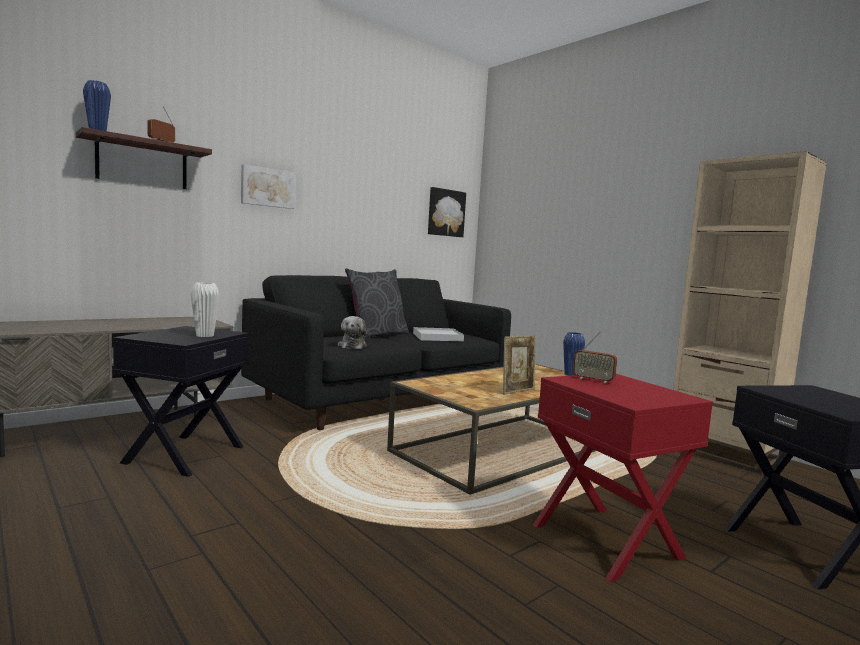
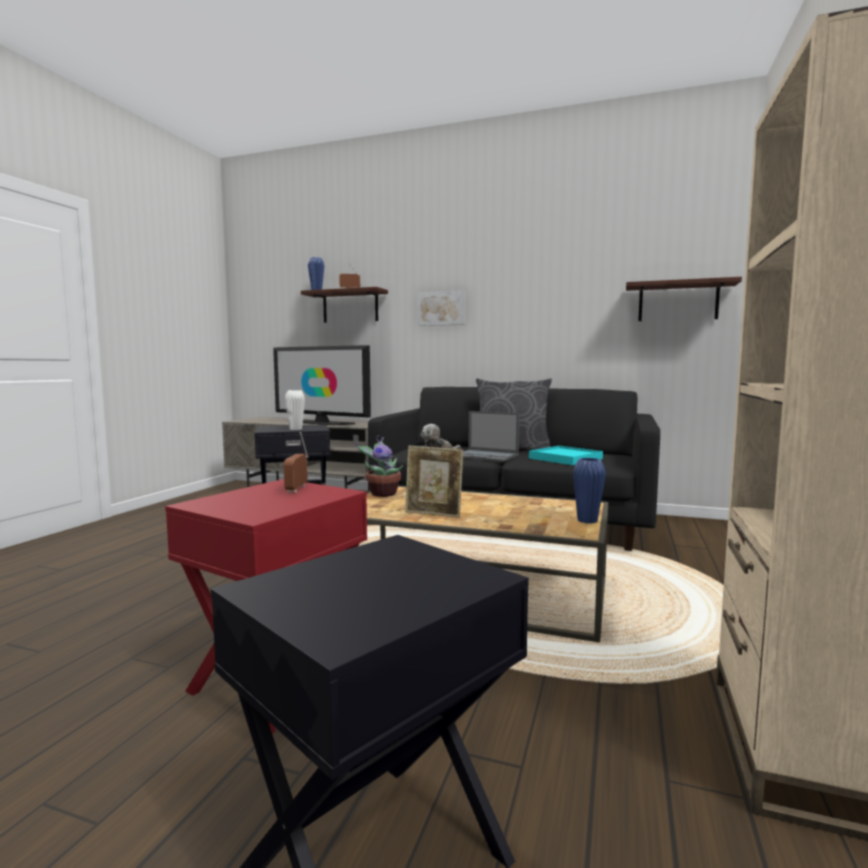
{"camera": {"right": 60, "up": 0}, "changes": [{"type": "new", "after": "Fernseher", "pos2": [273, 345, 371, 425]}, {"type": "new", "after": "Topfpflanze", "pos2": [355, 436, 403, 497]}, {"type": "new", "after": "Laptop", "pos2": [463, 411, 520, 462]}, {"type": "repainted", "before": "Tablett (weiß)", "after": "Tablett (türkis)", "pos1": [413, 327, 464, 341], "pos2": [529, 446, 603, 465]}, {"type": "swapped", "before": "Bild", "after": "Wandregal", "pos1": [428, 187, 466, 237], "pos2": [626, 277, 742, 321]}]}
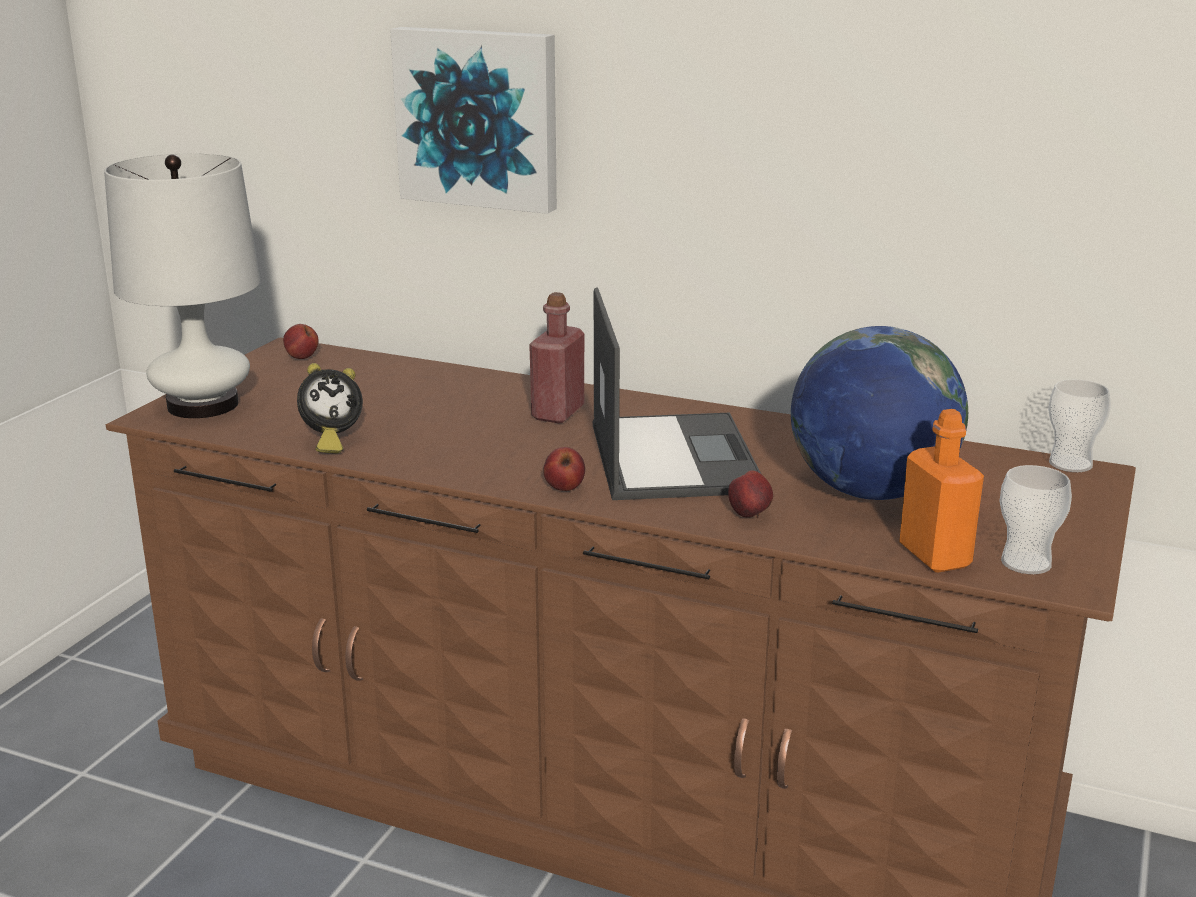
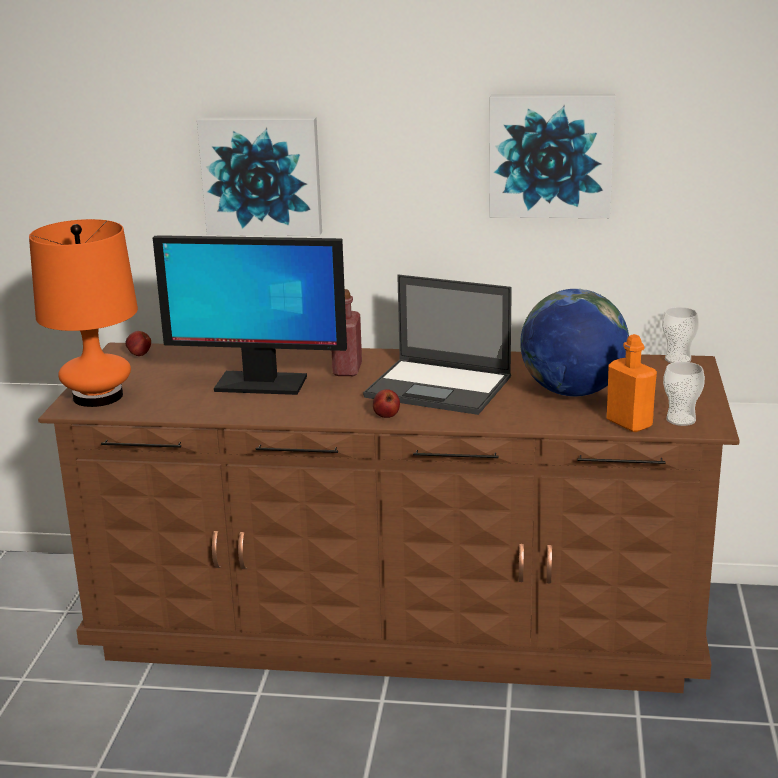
{"camera": {"right": -15, "up": 0}, "changes": [{"type": "repainted", "before": "Tischlampe (weiß)", "after": "Tischlampe (orange)", "pos1": [104, 153, 261, 418], "pos2": [29, 219, 138, 407]}, {"type": "new", "after": "Monitor", "pos2": [153, 235, 347, 395]}, {"type": "rotated", "before": "Laptop", "pos1": [593, 288, 761, 500], "pos2": [363, 274, 512, 415], "turn": 135}, {"type": "new", "after": "Bild", "pos2": [489, 94, 615, 218]}, {"type": "gone", "before": "Wecker", "pos1": [297, 363, 363, 454]}, {"type": "gone", "before": "Apfel", "pos1": [728, 470, 773, 518]}]}
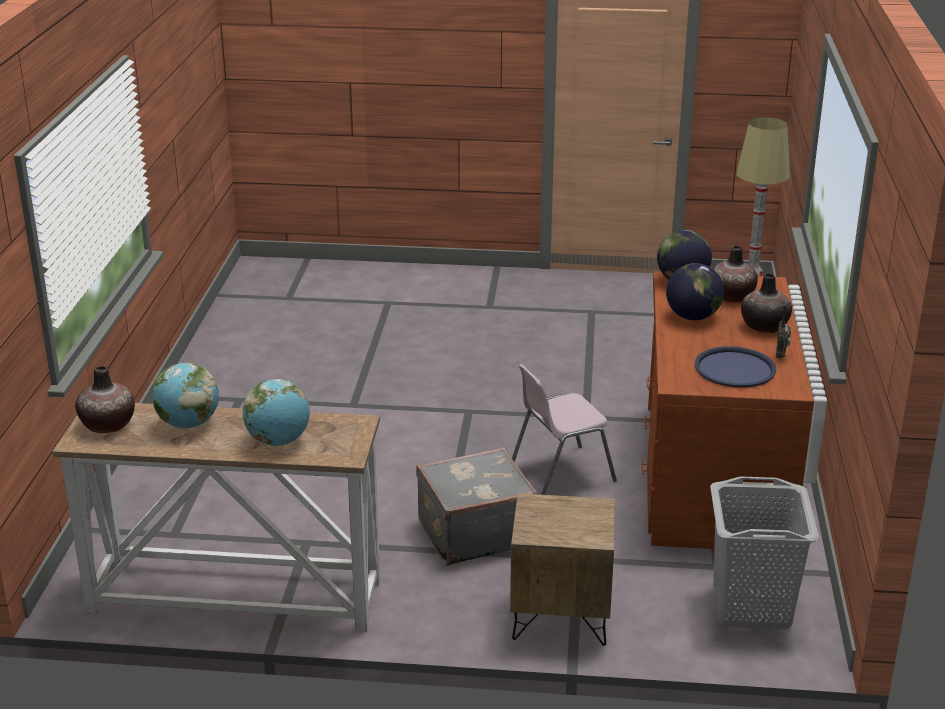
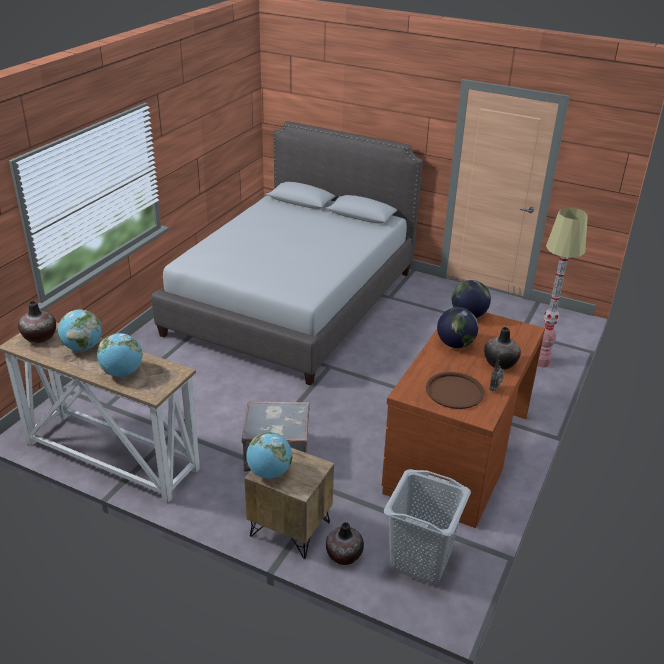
{"camera": {"right": 20, "up": 5}, "changes": [{"type": "new", "after": "Bett (grau)", "pos2": [152, 121, 423, 386]}, {"type": "new", "after": "Globus", "pos2": [246, 432, 292, 479]}, {"type": "shifted", "before": "Vase", "pos1": [713, 245, 758, 303], "pos2": [326, 522, 364, 565]}, {"type": "repainted", "before": "Tablett (blau)", "after": "Tablett (braun)", "pos1": [695, 346, 776, 388], "pos2": [426, 372, 485, 409]}, {"type": "gone", "before": "Stuhl (rosa)", "pos1": [512, 364, 617, 495]}]}
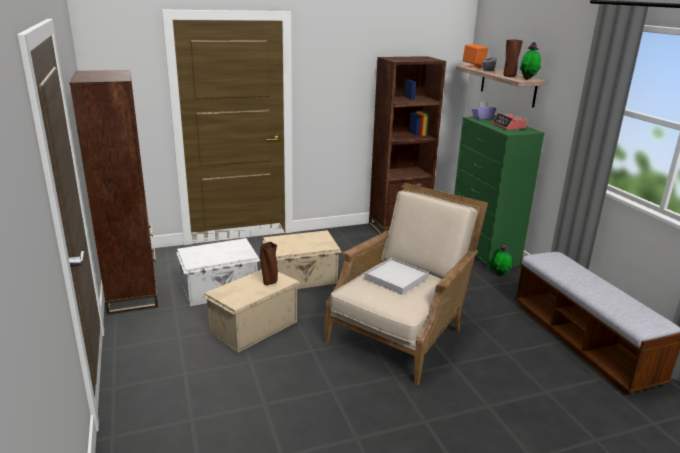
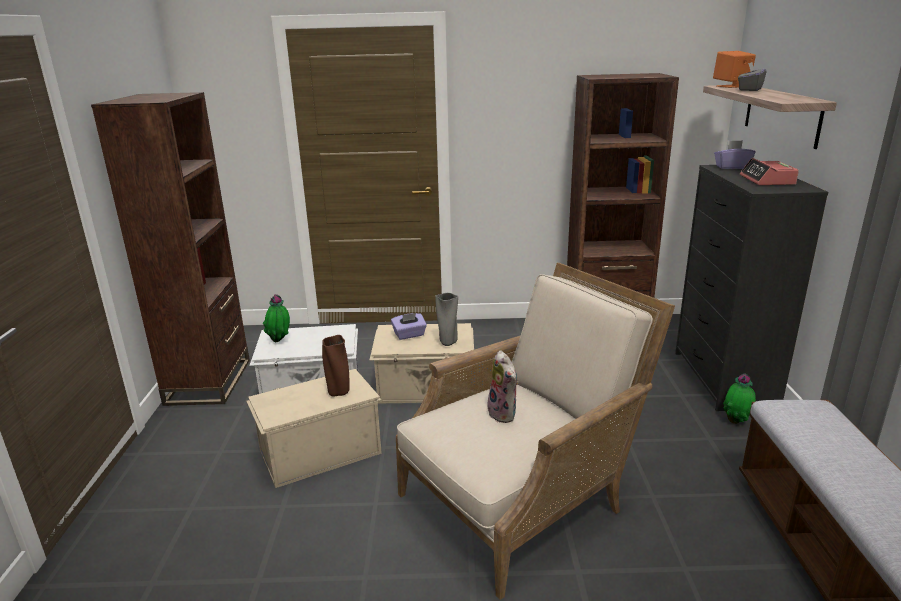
{"camera": {"right": 20, "up": 0}, "changes": [{"type": "shifted", "before": "Topfpflanze", "pos1": [520, 42, 541, 80], "pos2": [263, 294, 290, 342]}, {"type": "new", "after": "Taschentuchbox (lila)", "pos2": [391, 313, 427, 340]}, {"type": "new", "after": "Vase (grau)", "pos2": [435, 293, 458, 346]}, {"type": "swapped", "before": "Tablett (weiß)", "after": "Plüschtier", "pos1": [365, 258, 429, 295], "pos2": [488, 350, 519, 423]}, {"type": "repainted", "before": "Kommode (grün)", "after": "Kommode (schwarz)", "pos1": [454, 115, 545, 270], "pos2": [675, 165, 829, 411]}, {"type": "gone", "before": "Vase (braun)", "pos1": [504, 40, 523, 77]}]}
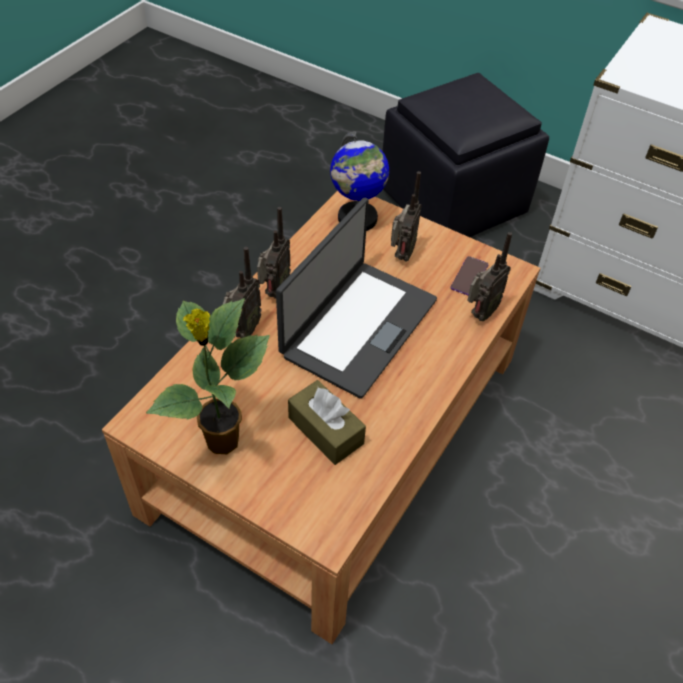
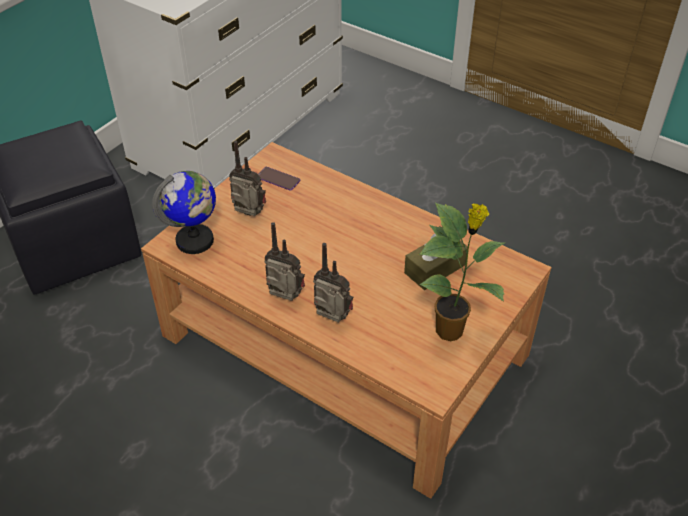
{"camera": {"right": -85, "up": -5}, "changes": [{"type": "gone", "before": "Laptop", "pos1": [276, 198, 437, 399]}, {"type": "gone", "before": "Radio", "pos1": [467, 232, 512, 321]}]}
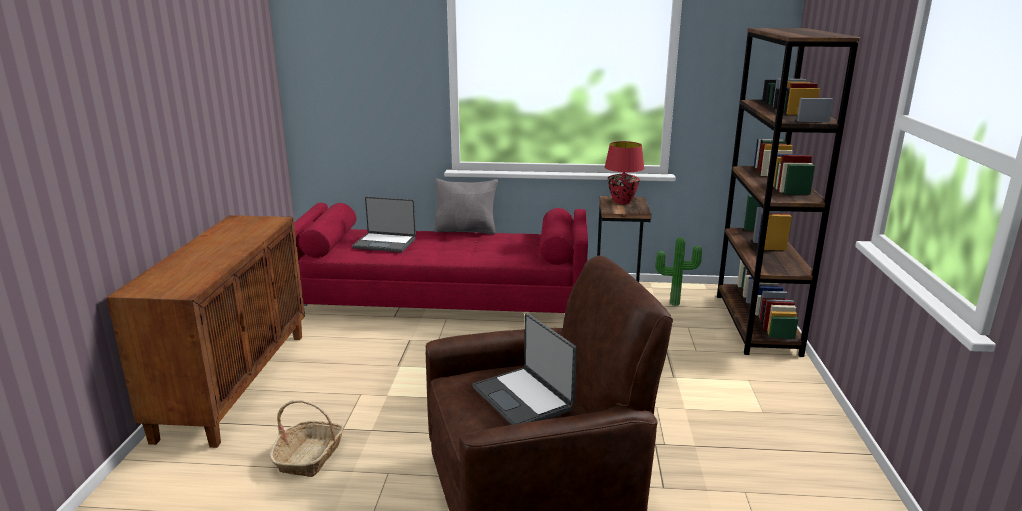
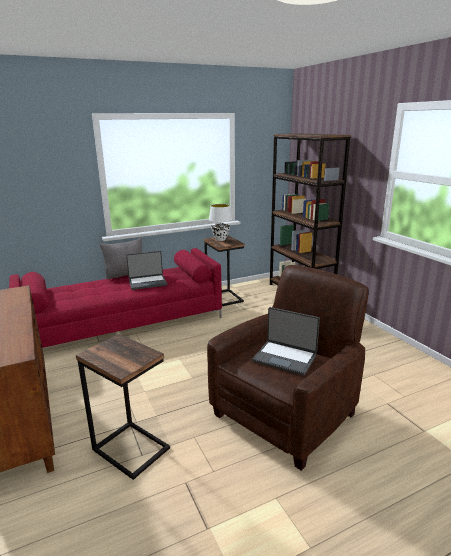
{"camera": {"right": -30, "up": 0}, "changes": [{"type": "swapped", "before": "Korb", "after": "Beistelltisch", "pos1": [270, 400, 344, 477], "pos2": [76, 334, 170, 480]}, {"type": "shifted", "before": "Laptop", "pos1": [352, 196, 416, 252], "pos2": [126, 251, 167, 290]}, {"type": "repainted", "before": "Tischlampe (rot)", "after": "Tischlampe (weiß)", "pos1": [605, 141, 644, 204], "pos2": [209, 204, 232, 241]}, {"type": "gone", "before": "Topfpflanze", "pos1": [655, 237, 702, 306]}]}
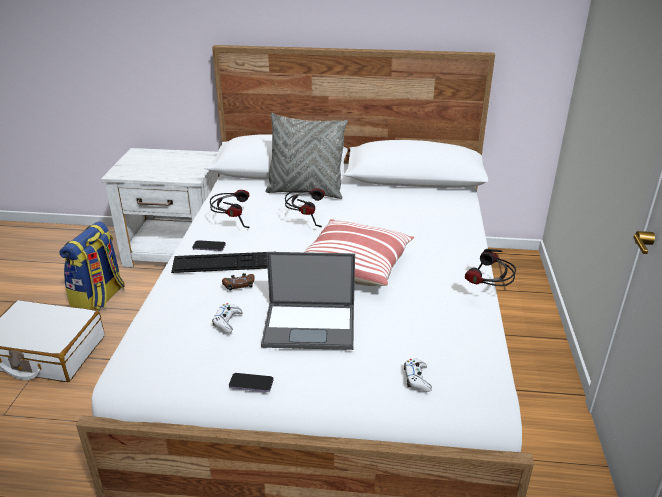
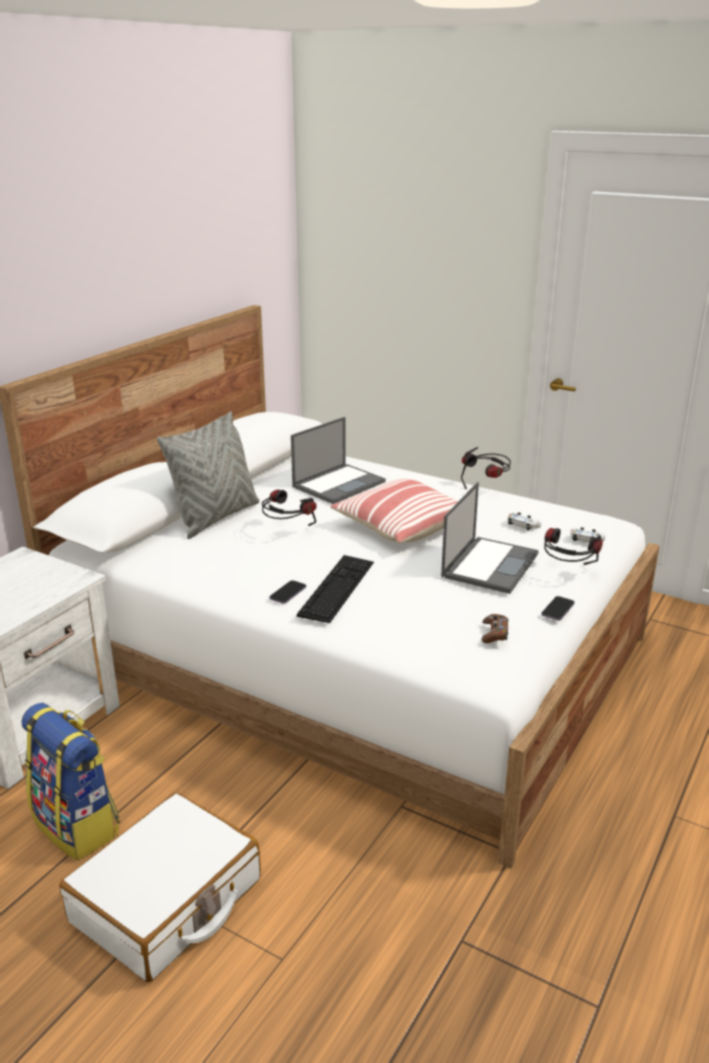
{"camera": {"right": -65, "up": -5}, "changes": [{"type": "new", "after": "Laptop", "pos2": [291, 417, 386, 504]}, {"type": "shifted", "before": "Gamepad (braun)", "pos1": [222, 273, 255, 291], "pos2": [482, 614, 508, 643]}, {"type": "shifted", "before": "Gamepad (weiß)", "pos1": [212, 303, 243, 333], "pos2": [508, 513, 541, 530]}, {"type": "shifted", "before": "Kopfhörer", "pos1": [210, 190, 250, 228], "pos2": [544, 528, 603, 565]}]}
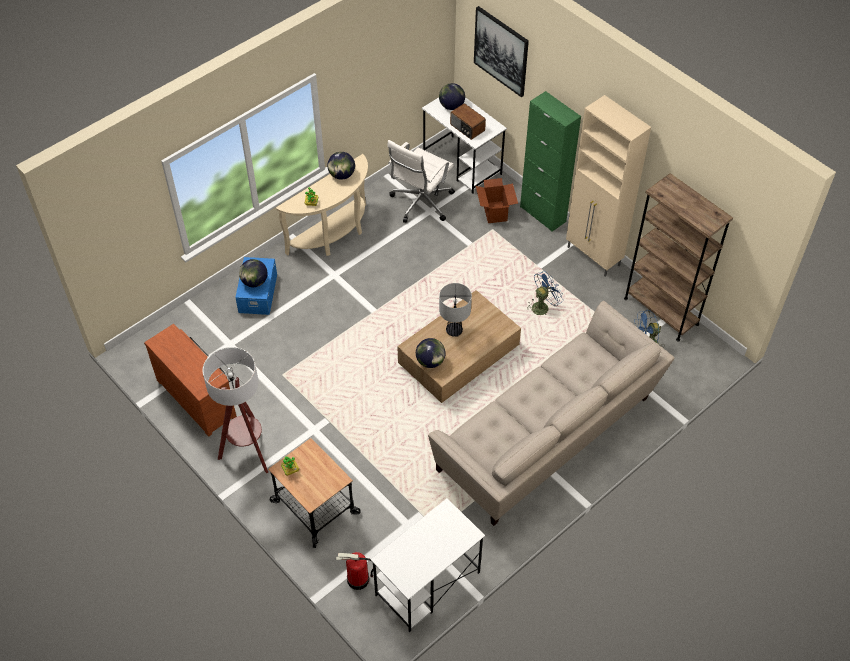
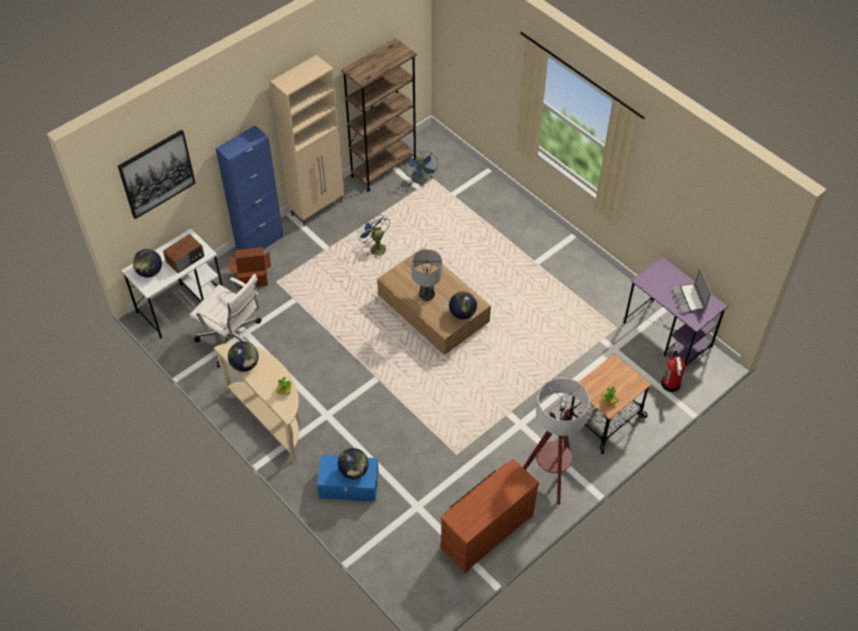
{"camera": {"right": -90, "up": 0}, "changes": [{"type": "repainted", "before": "Schrank (grün)", "after": "Schrank (blau)", "pos1": [520, 91, 581, 232], "pos2": [216, 125, 284, 250]}, {"type": "repainted", "before": "Schreibtisch (weiß)", "after": "Schreibtisch (lila)", "pos1": [370, 498, 485, 632], "pos2": [624, 257, 728, 371]}, {"type": "new", "after": "Laptop", "pos2": [671, 268, 711, 313]}, {"type": "gone", "before": "Sofa (beige)", "pos1": [428, 301, 674, 526]}]}
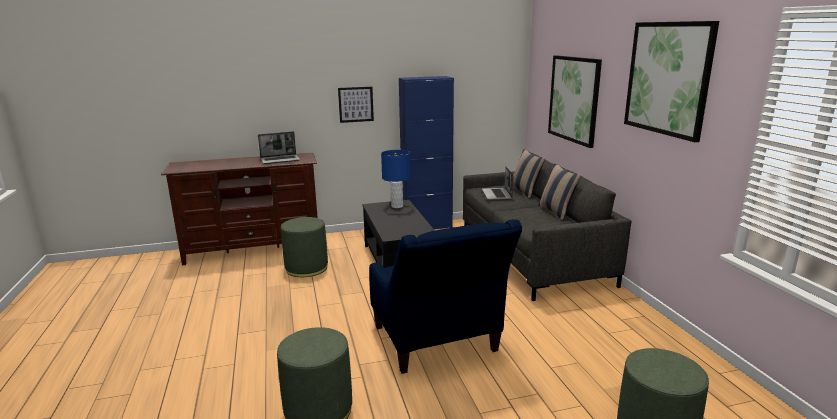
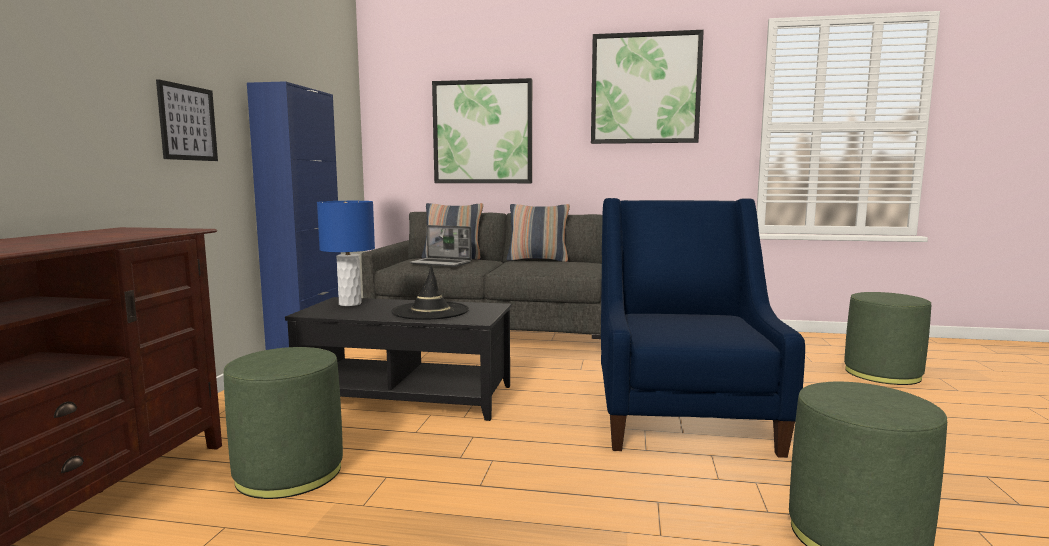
{"camera": {"right": -65, "up": -10}, "changes": [{"type": "new", "after": "Hut (schwarz)", "pos2": [391, 265, 469, 320]}, {"type": "rotated", "before": "Sessel (blau)", "pos1": [369, 219, 522, 374], "pos2": [601, 198, 805, 458], "turn": -90}, {"type": "gone", "before": "Laptop", "pos1": [258, 132, 300, 164]}]}
